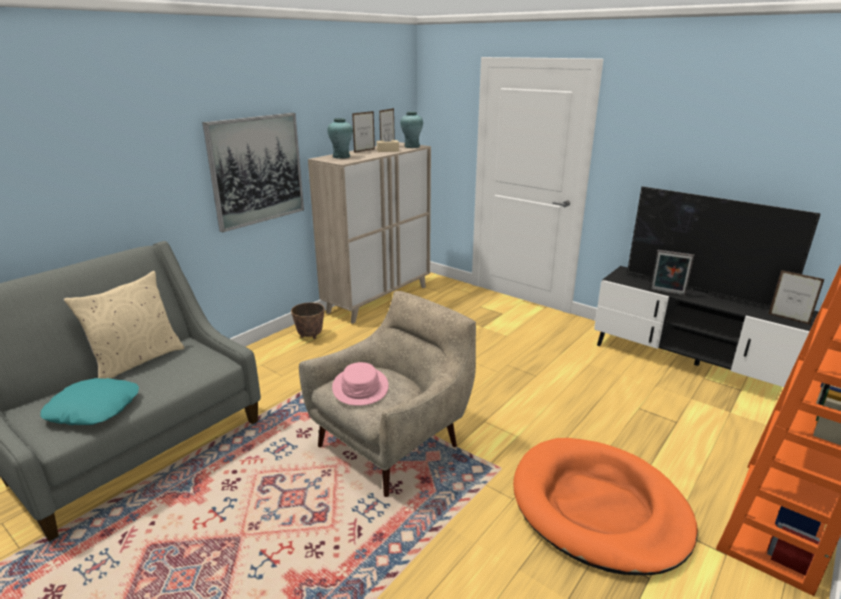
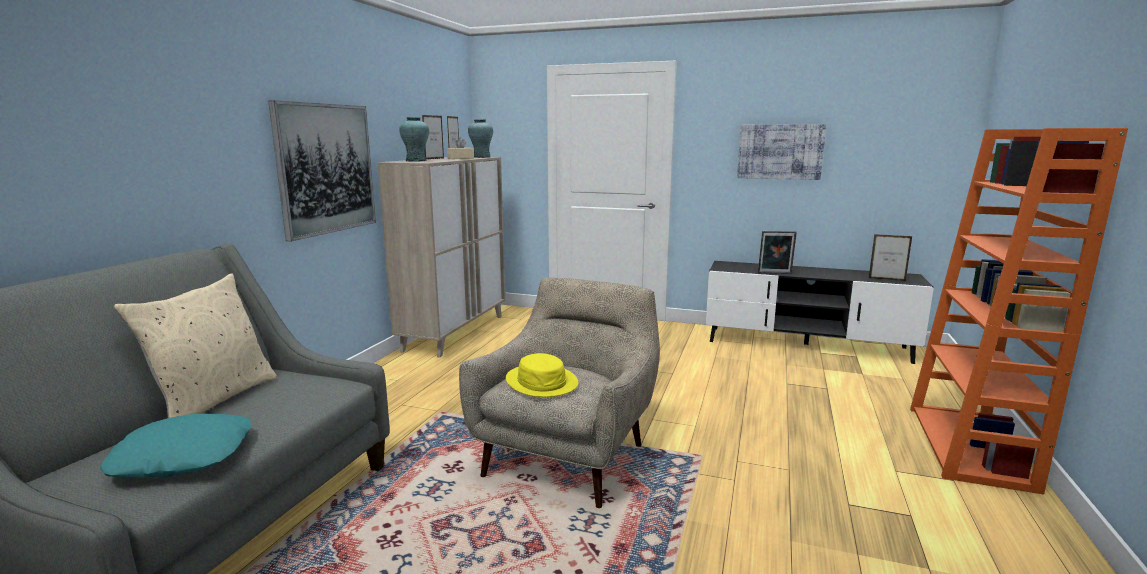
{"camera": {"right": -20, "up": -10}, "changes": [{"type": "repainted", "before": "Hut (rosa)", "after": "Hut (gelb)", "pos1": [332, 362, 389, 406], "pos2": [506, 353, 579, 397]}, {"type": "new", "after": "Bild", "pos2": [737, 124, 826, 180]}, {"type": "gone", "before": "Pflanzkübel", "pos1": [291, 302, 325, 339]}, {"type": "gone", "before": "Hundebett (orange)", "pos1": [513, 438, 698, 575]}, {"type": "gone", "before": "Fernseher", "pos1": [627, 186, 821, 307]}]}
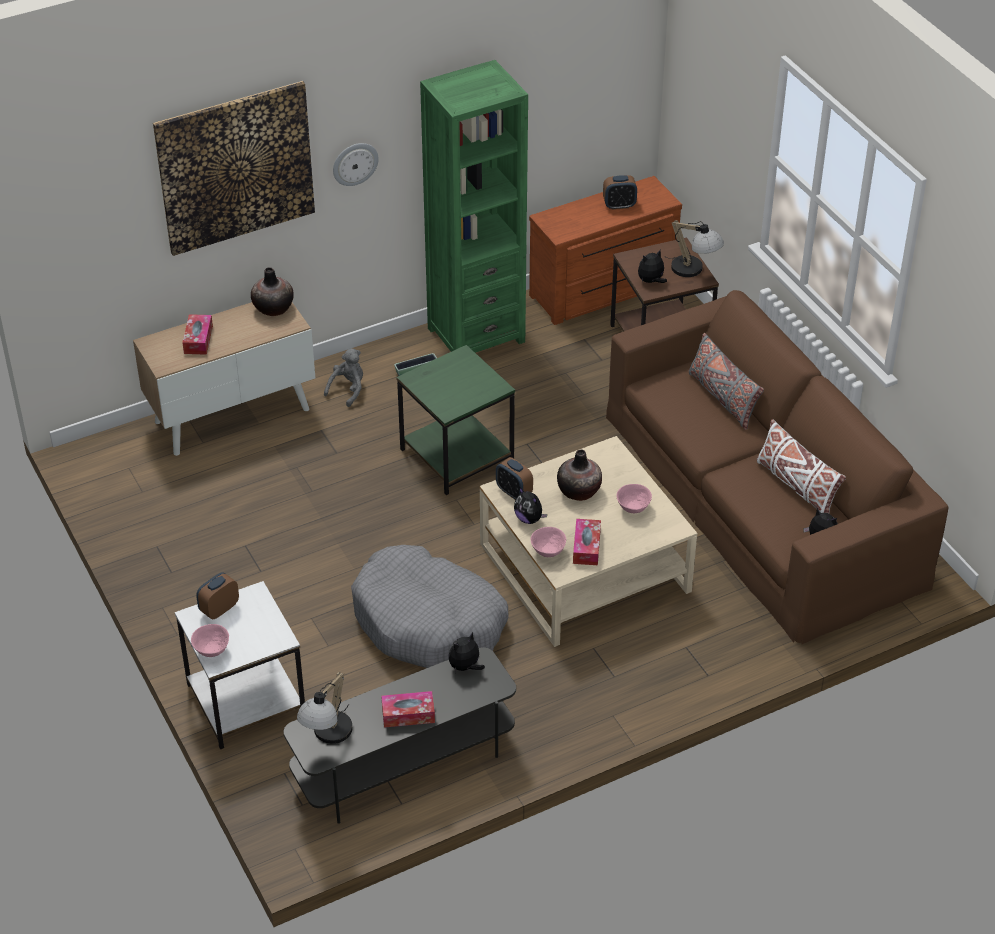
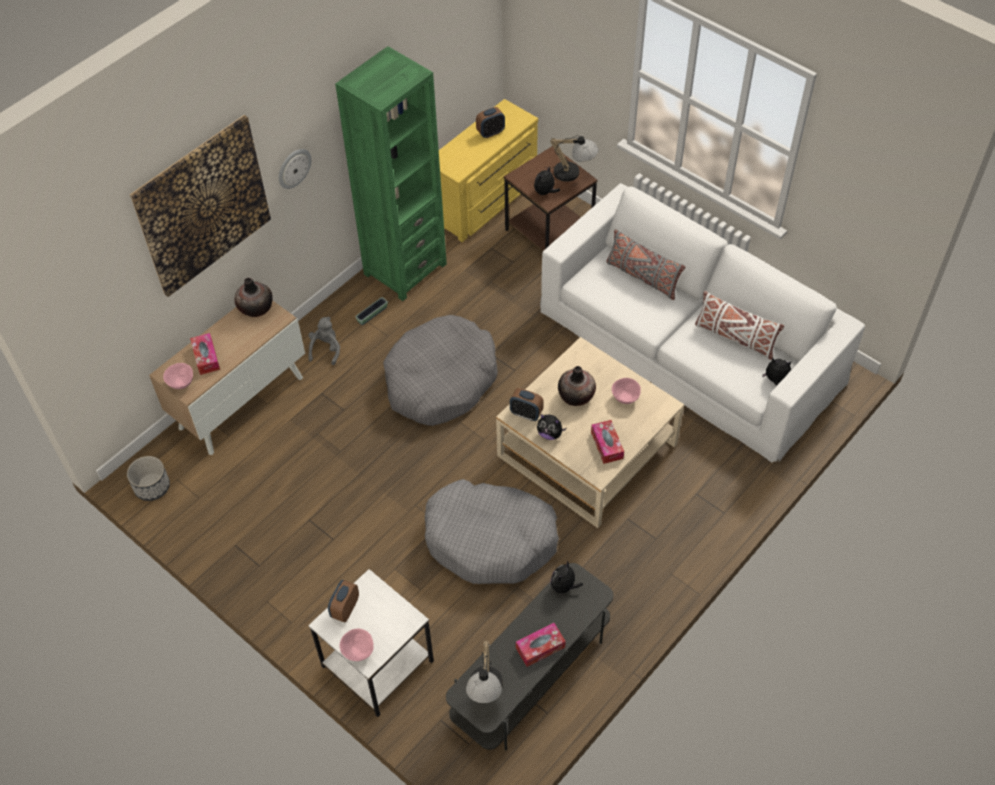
{"camera": {"right": -20, "up": 10}, "changes": [{"type": "new", "after": "Pflanzkübel", "pos2": [127, 456, 170, 501]}, {"type": "shifted", "before": "Schüssel (rosa)", "pos1": [531, 527, 567, 557], "pos2": [163, 363, 193, 389]}, {"type": "swapped", "before": "Beistelltisch (grün)", "after": "Hundebett (grau)", "pos1": [396, 345, 515, 495], "pos2": [383, 315, 498, 426]}, {"type": "repainted", "before": "Kommode (braun)", "after": "Kommode (gelb)", "pos1": [529, 176, 682, 325], "pos2": [439, 99, 538, 242]}, {"type": "repainted", "before": "Sofa (braun)", "after": "Sofa (weiß)", "pos1": [606, 290, 949, 645], "pos2": [540, 183, 865, 463]}]}
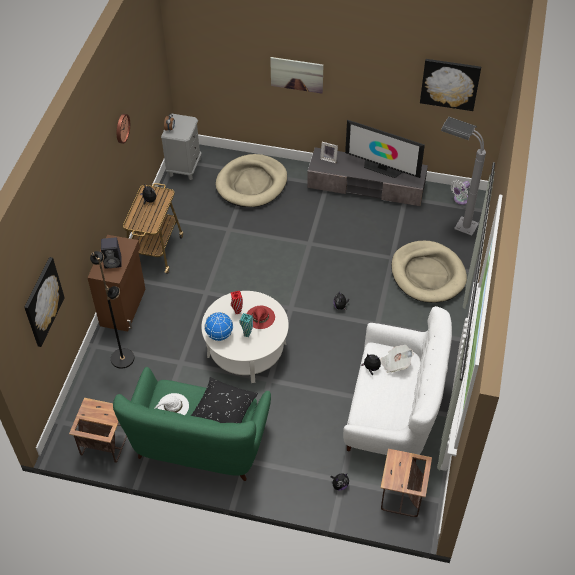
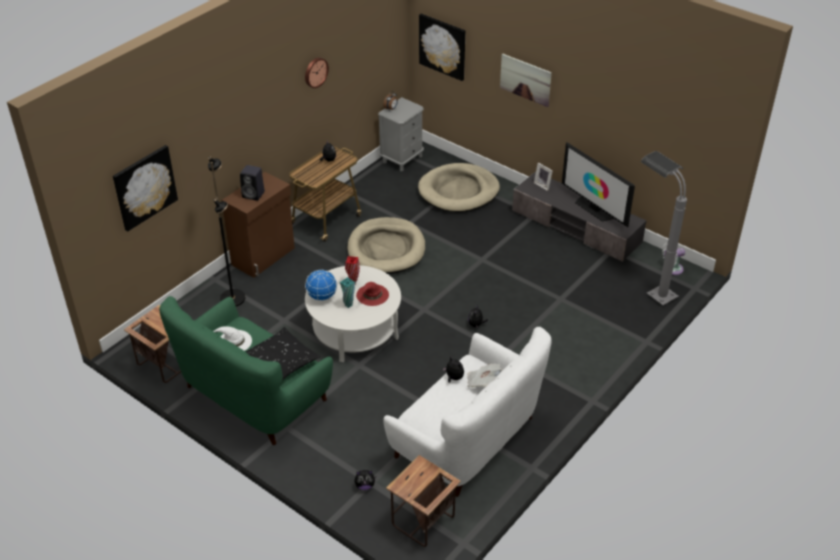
{"camera": {"right": 25, "up": -10}, "changes": [{"type": "shifted", "before": "Hundebett (beige)", "pos1": [391, 241, 467, 303], "pos2": [347, 217, 425, 274]}, {"type": "shifted", "before": "Bild", "pos1": [420, 59, 481, 111], "pos2": [419, 14, 465, 81]}]}
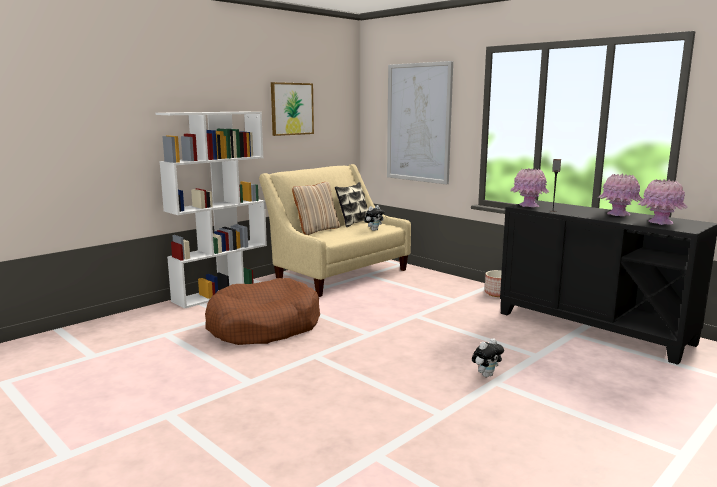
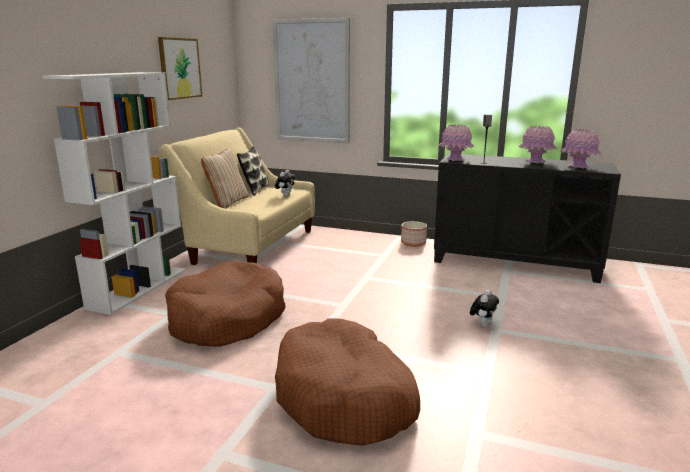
{"camera": {"right": -25, "up": 5}, "changes": [{"type": "new", "after": "Hundebett (braun)", "pos2": [275, 319, 420, 446]}]}
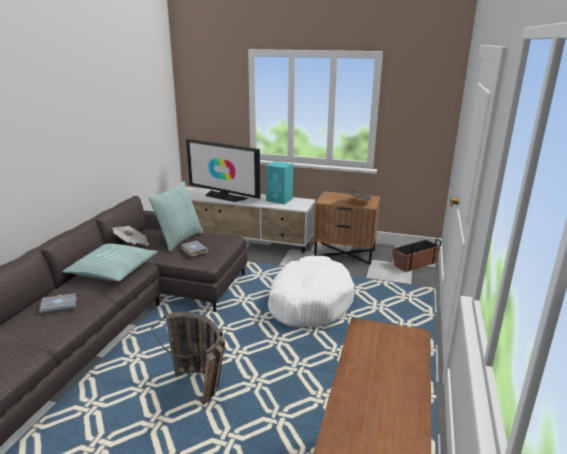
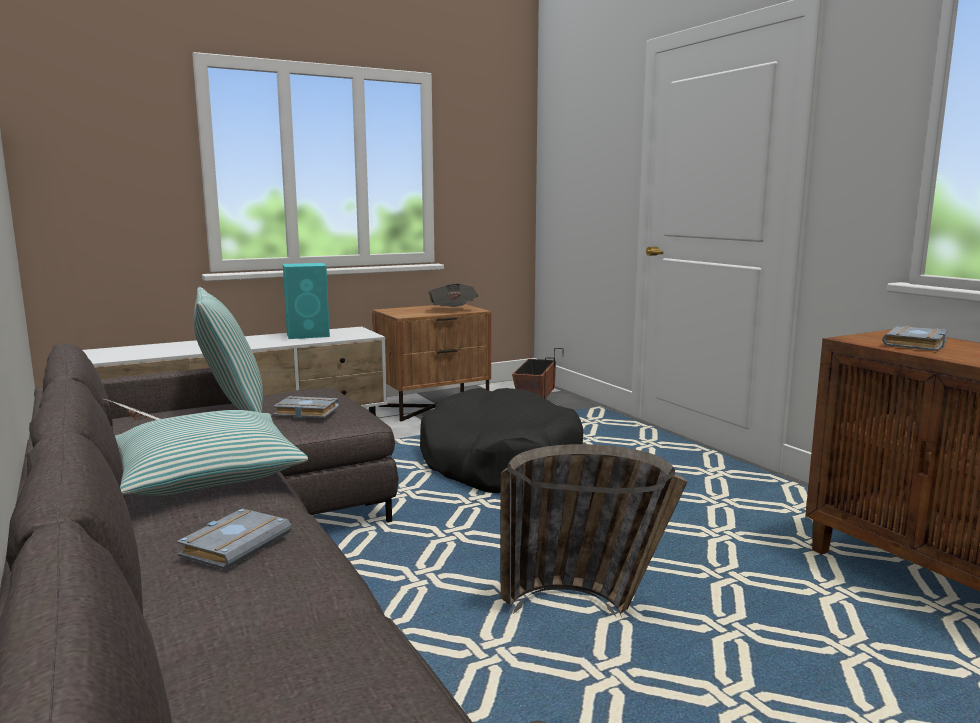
{"camera": {"right": -45, "up": -10}, "changes": [{"type": "repainted", "before": "Hundebett (weiß)", "after": "Hundebett (schwarz)", "pos1": [268, 256, 355, 328], "pos2": [420, 388, 584, 493]}, {"type": "new", "after": "Buch (grau)", "pos2": [882, 326, 948, 351]}, {"type": "gone", "before": "Fernseher", "pos1": [186, 139, 260, 202]}]}
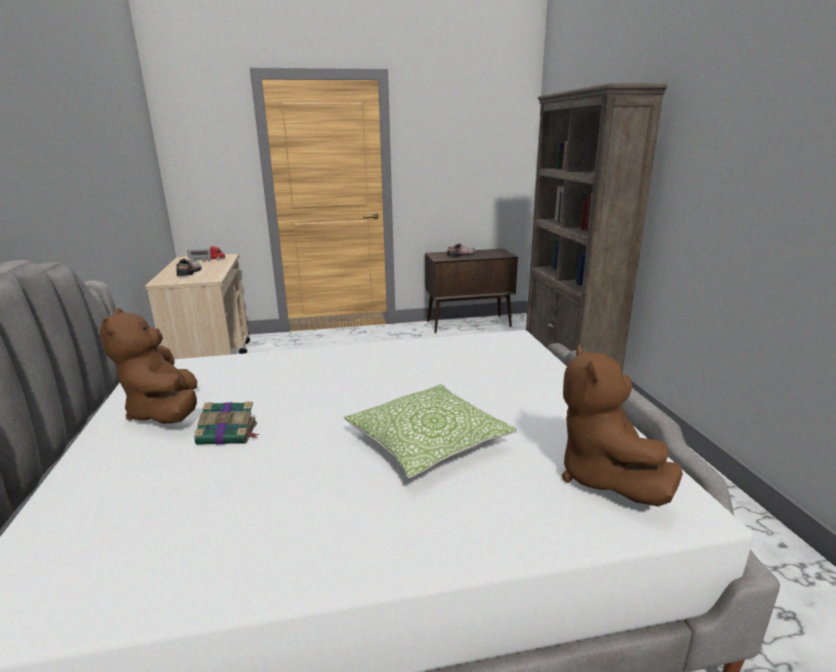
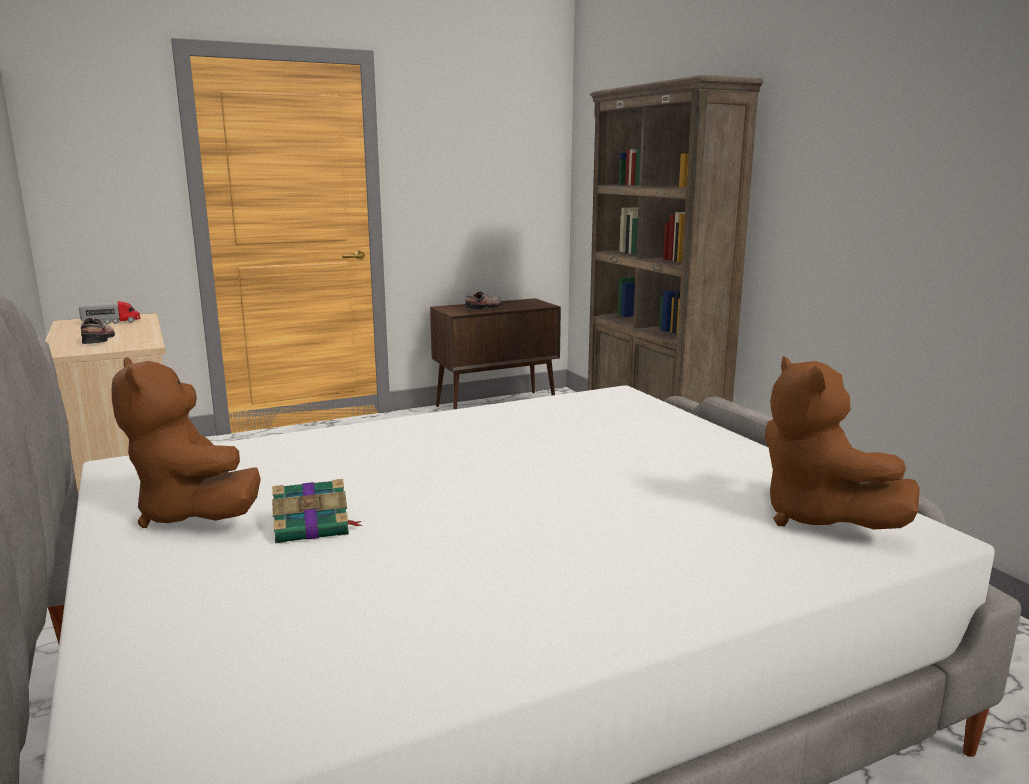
{"camera": {"right": -15, "up": -5}, "changes": [{"type": "gone", "before": "Kissen", "pos1": [344, 384, 517, 479]}]}
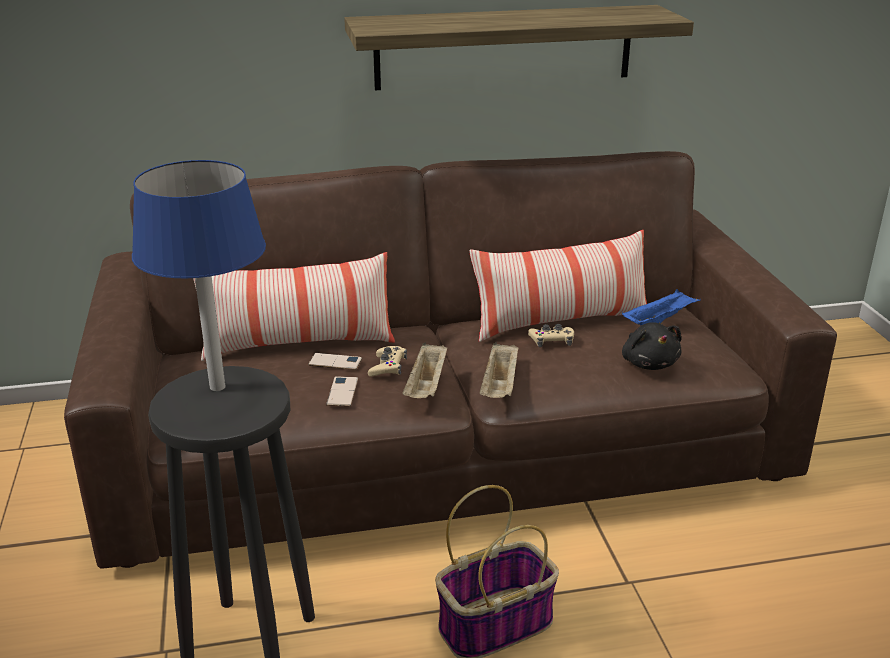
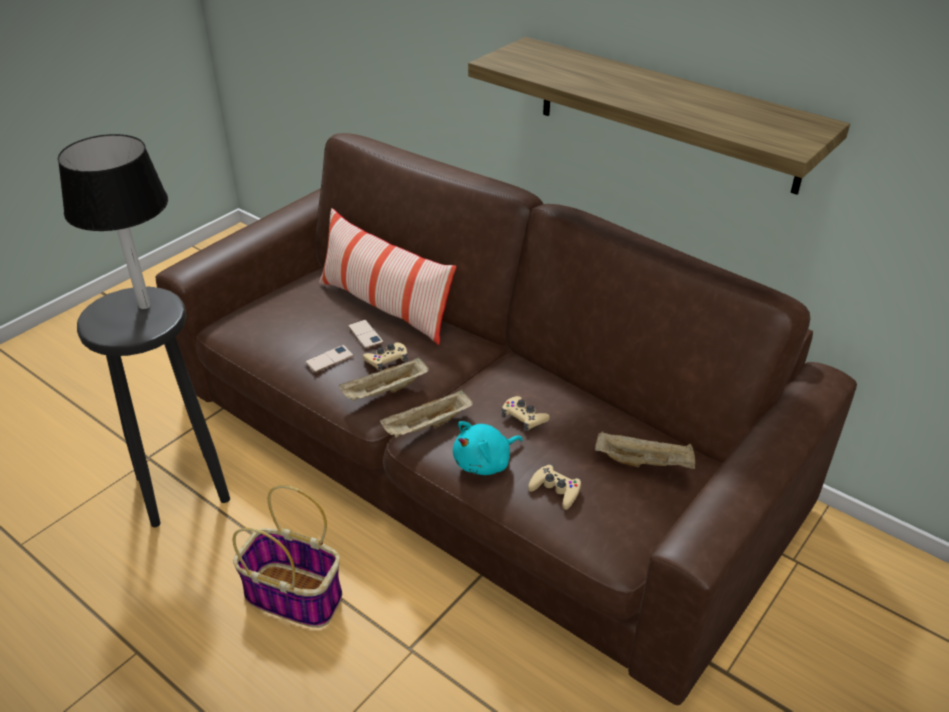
{"camera": {"right": 50, "up": 10}, "changes": [{"type": "repainted", "before": "Tischlampe (blau)", "after": "Tischlampe (schwarz)", "pos1": [132, 160, 266, 391], "pos2": [58, 134, 168, 309]}, {"type": "new", "after": "Plüschtier (türkis)", "pos2": [453, 421, 523, 475]}, {"type": "swapped", "before": "Plüschtier (schwarz)", "after": "Gamepad (beige)", "pos1": [622, 322, 682, 370], "pos2": [528, 464, 581, 510]}, {"type": "repainted", "before": "Tablett (blau)", "after": "Tablett (beige)", "pos1": [622, 289, 701, 326], "pos2": [595, 432, 695, 469]}, {"type": "gone", "before": "Kissen", "pos1": [469, 230, 647, 342]}]}
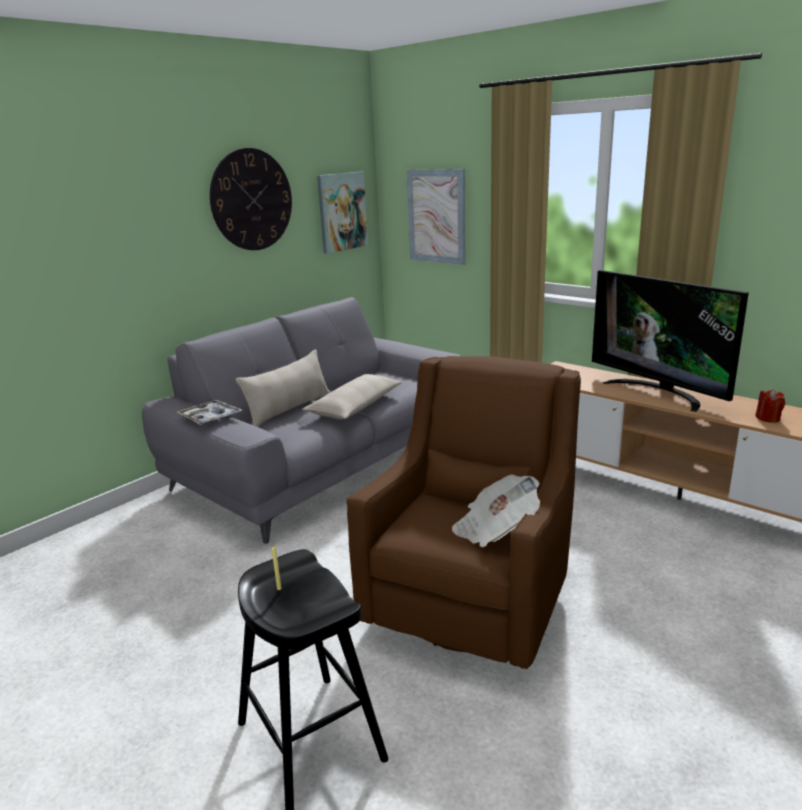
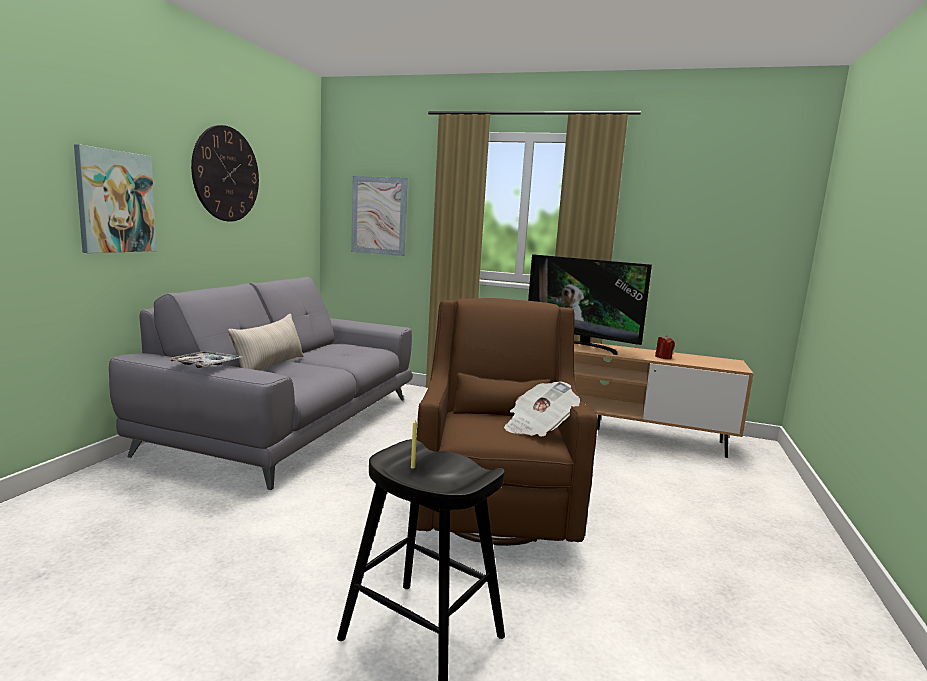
{"camera": {"right": -25, "up": -10}, "changes": [{"type": "shifted", "before": "Bild", "pos1": [317, 172, 368, 254], "pos2": [74, 144, 157, 253]}, {"type": "gone", "before": "Kissen (beige)", "pos1": [302, 374, 402, 420]}]}
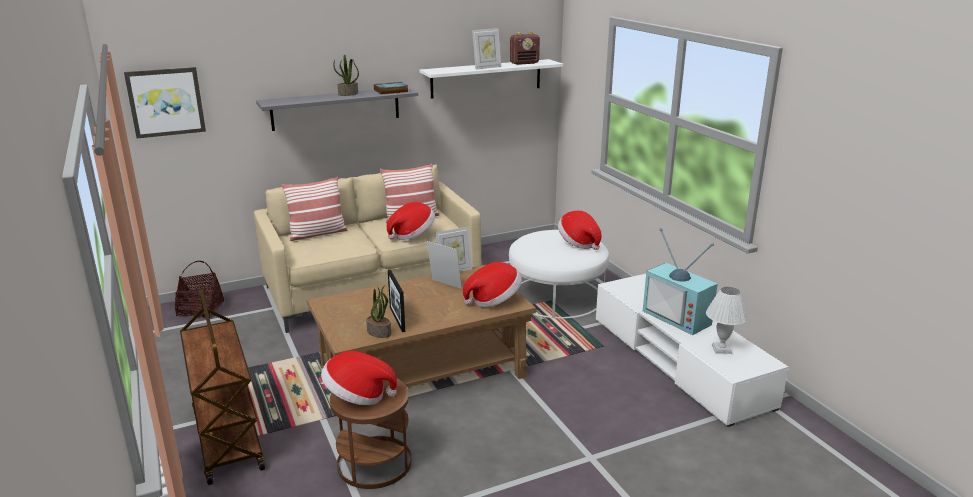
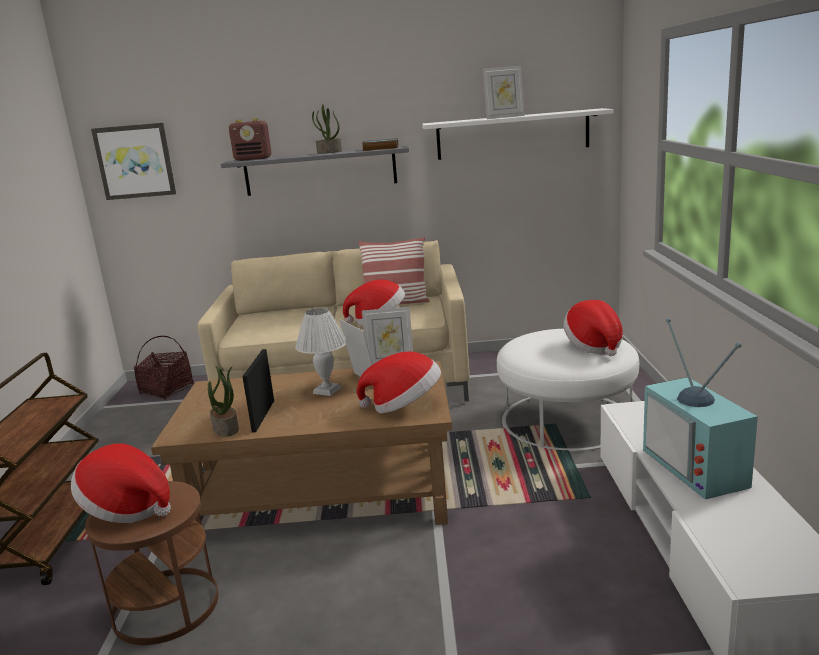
{"camera": {"right": 25, "up": -5}, "changes": [{"type": "shifted", "before": "Radio", "pos1": [510, 32, 540, 65], "pos2": [229, 118, 271, 161]}, {"type": "shifted", "before": "Tischlampe (weiß)", "pos1": [706, 287, 748, 354], "pos2": [295, 308, 347, 396]}, {"type": "gone", "before": "Kissen", "pos1": [281, 177, 348, 241]}]}
